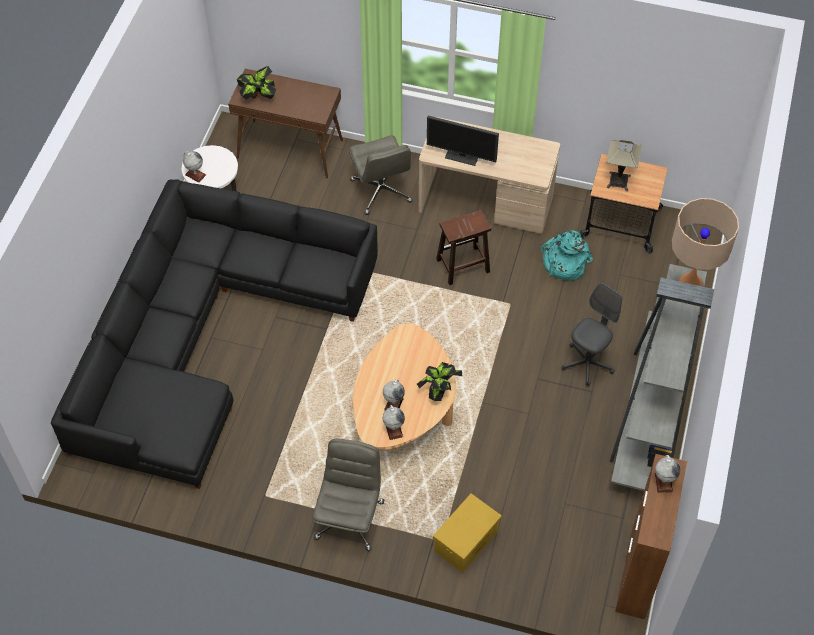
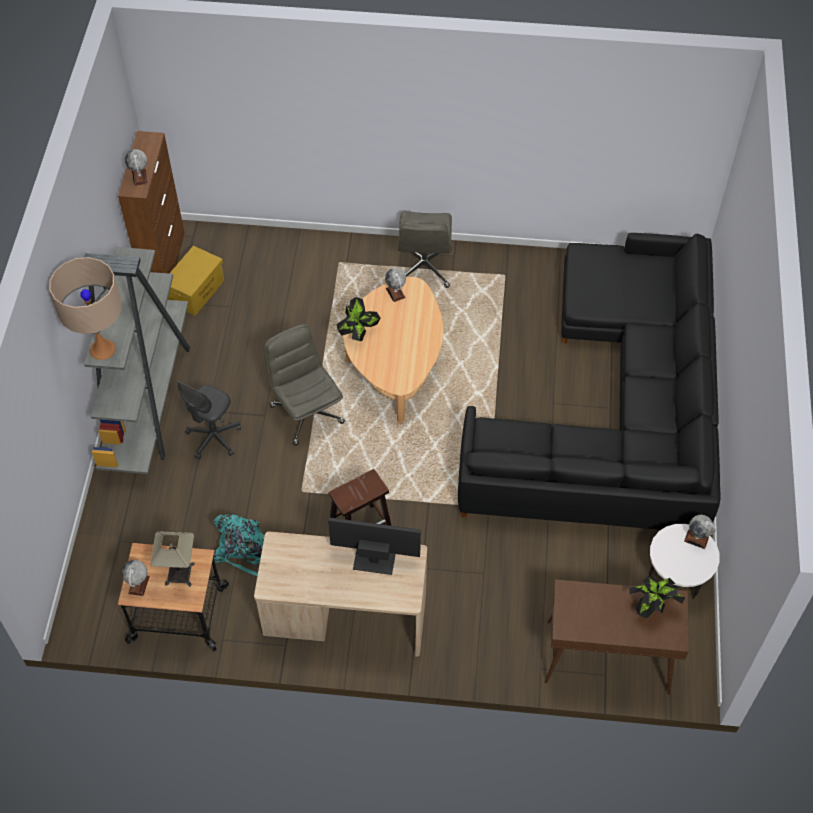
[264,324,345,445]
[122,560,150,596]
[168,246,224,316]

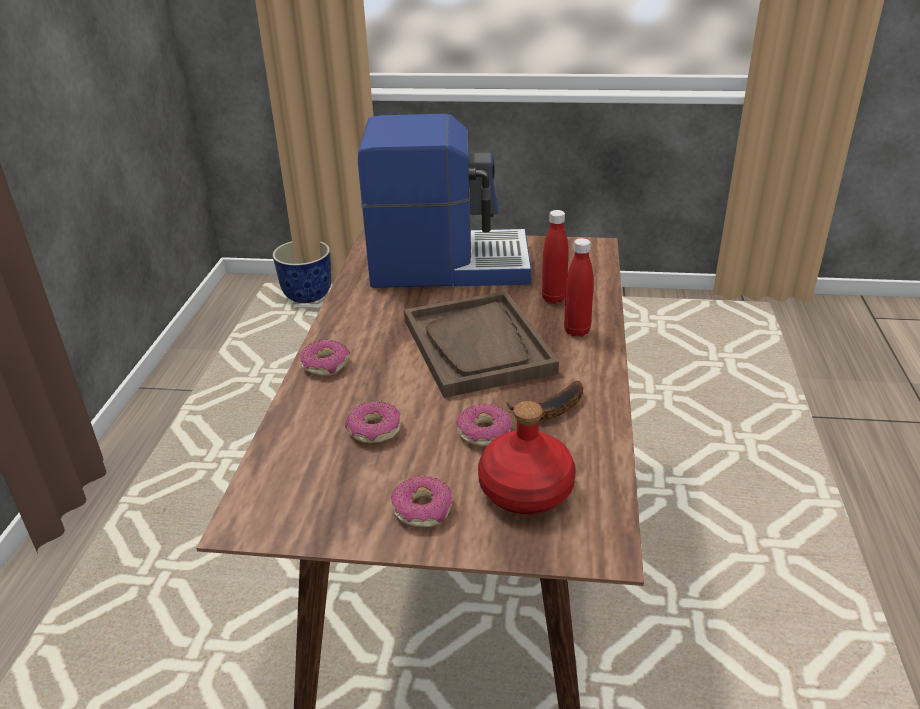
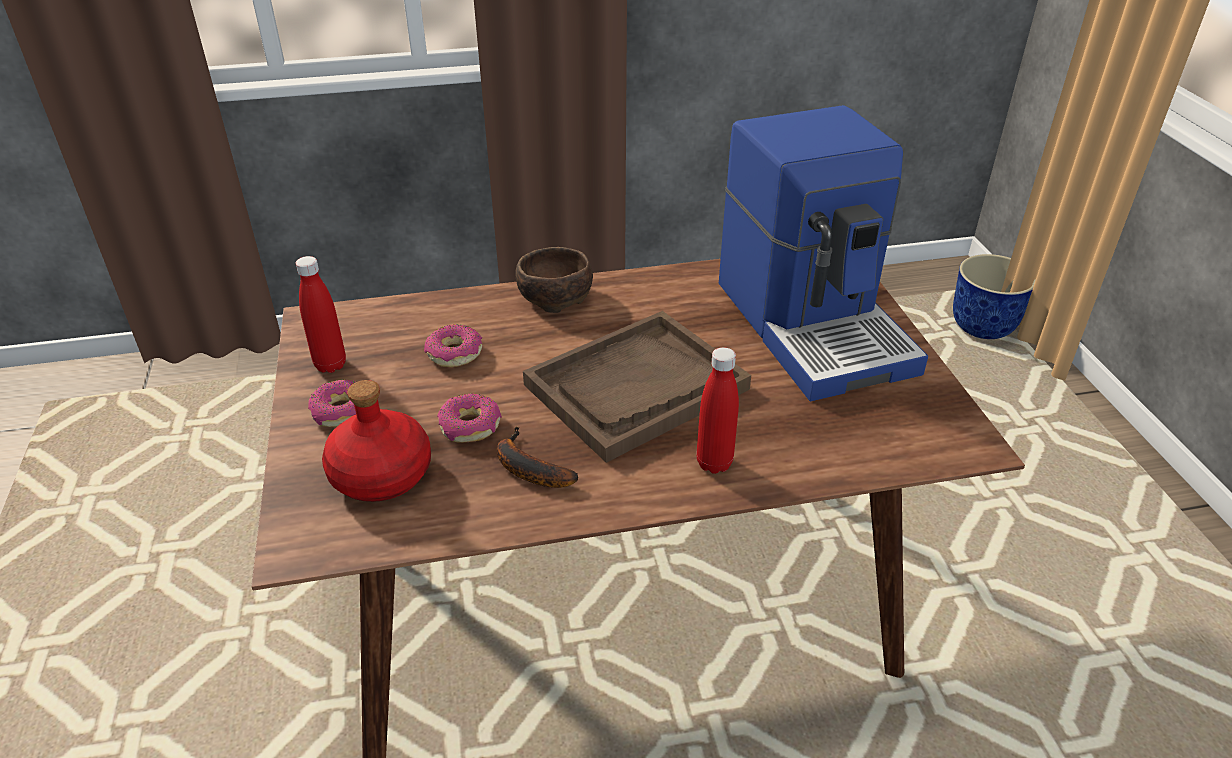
[296,256,346,373]
[516,247,593,313]

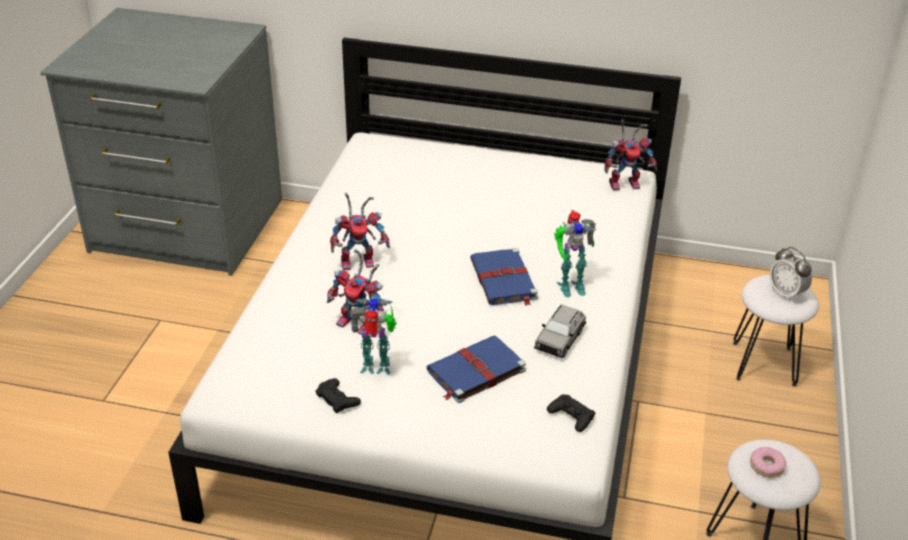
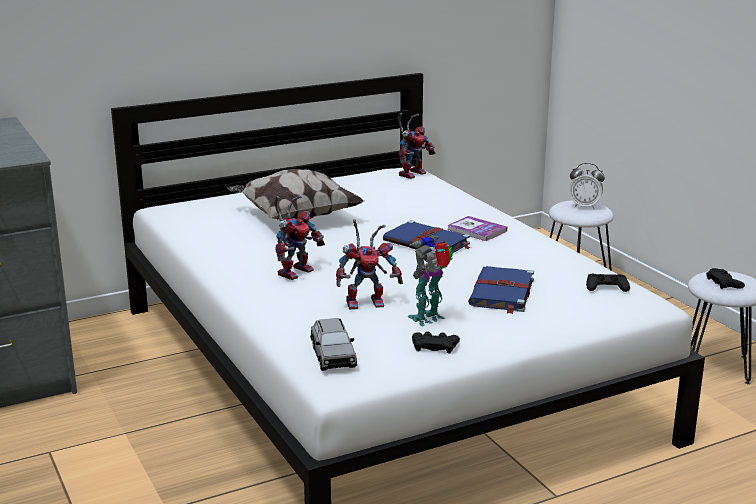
[447,216,507,241]
[310,318,357,371]
[706,268,745,289]
[227,169,364,220]

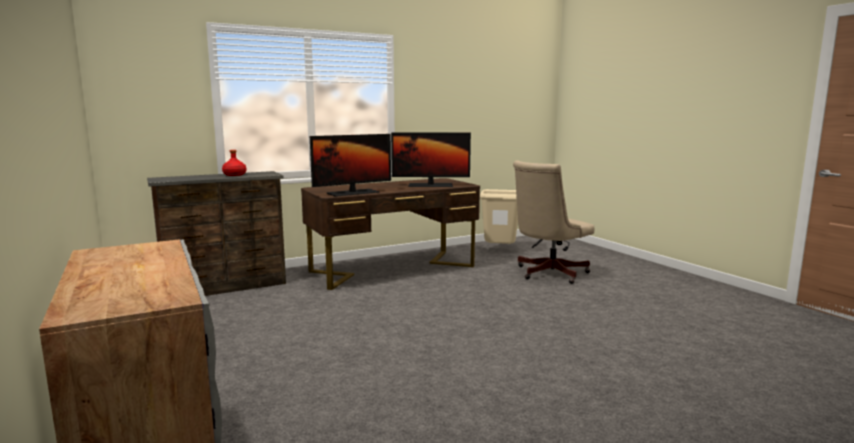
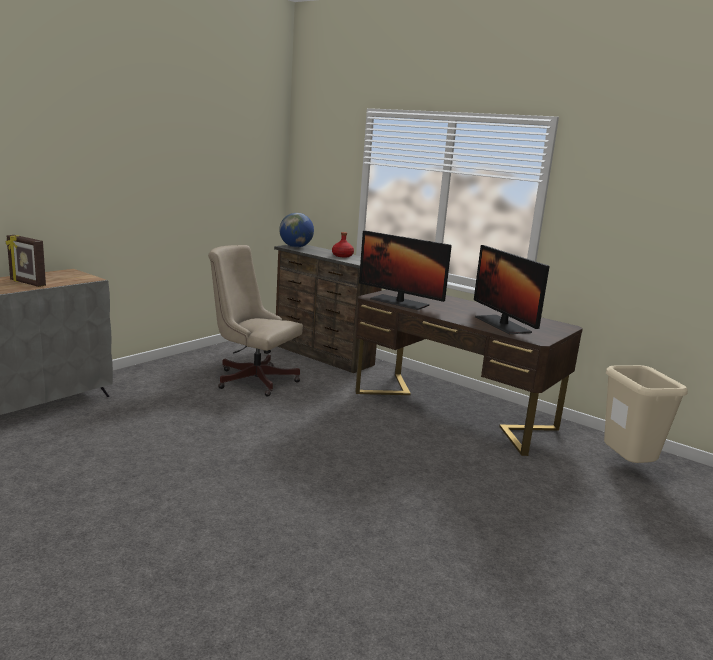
[208,245,303,396]
[279,213,314,247]
[5,235,46,287]

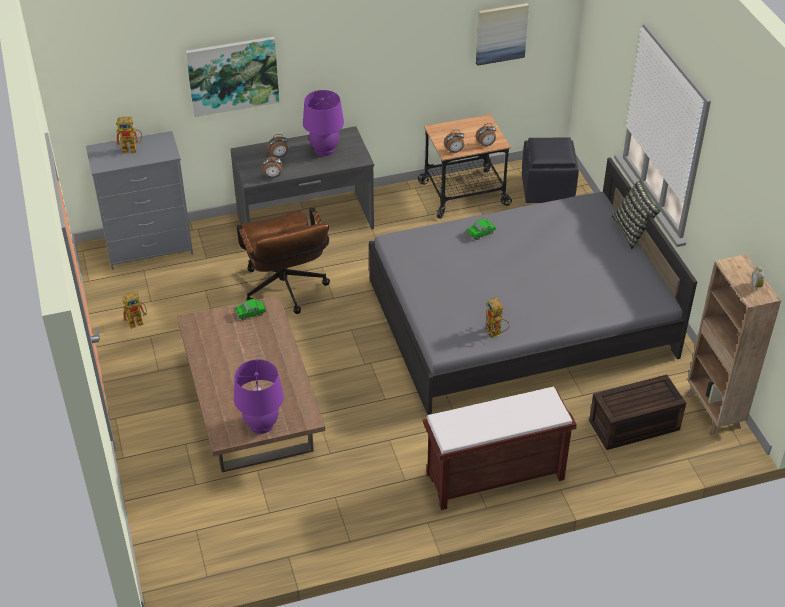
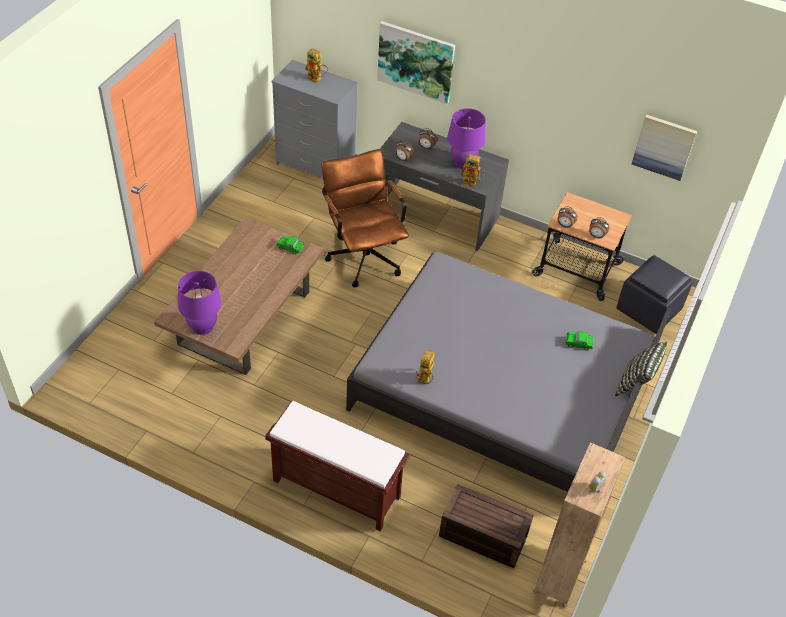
[321,149,409,288]
[565,331,594,350]
[460,154,485,187]

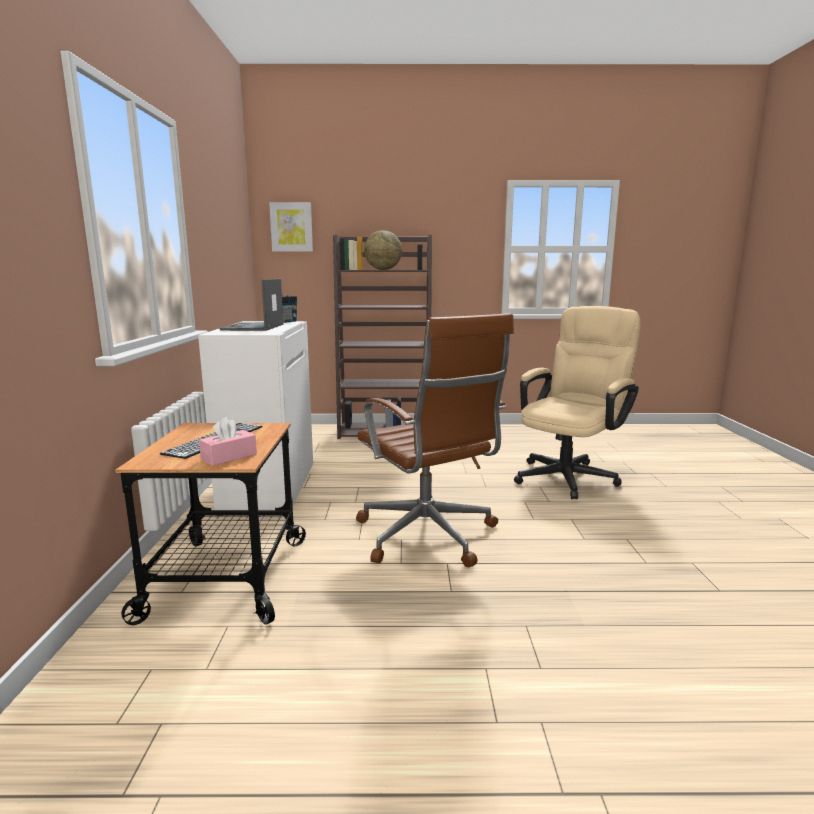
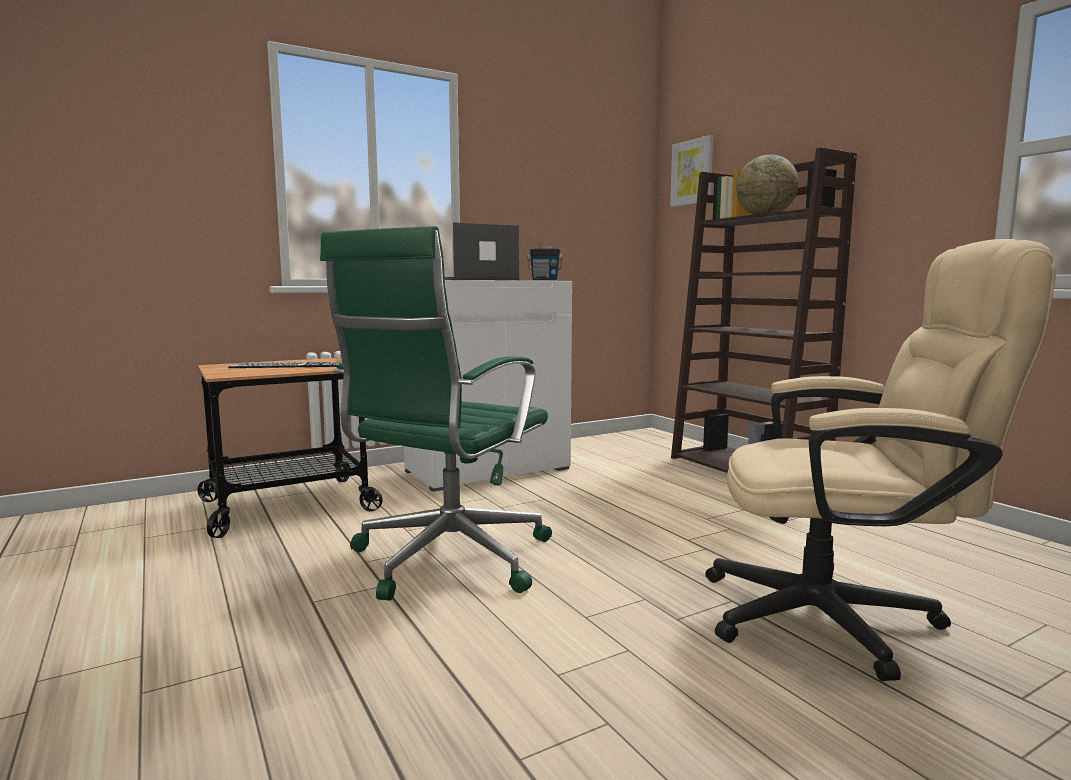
[320,226,552,601]
[199,417,257,466] (first image)

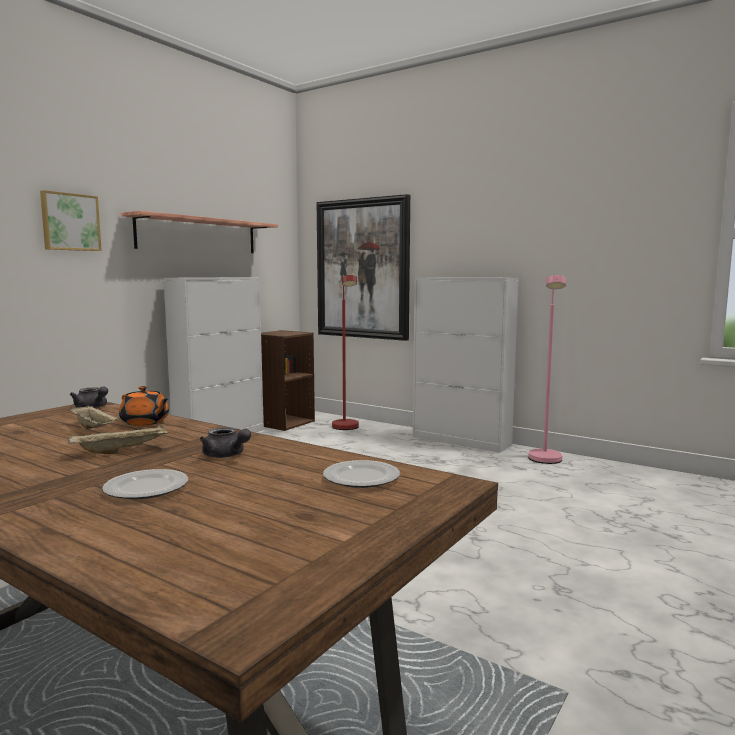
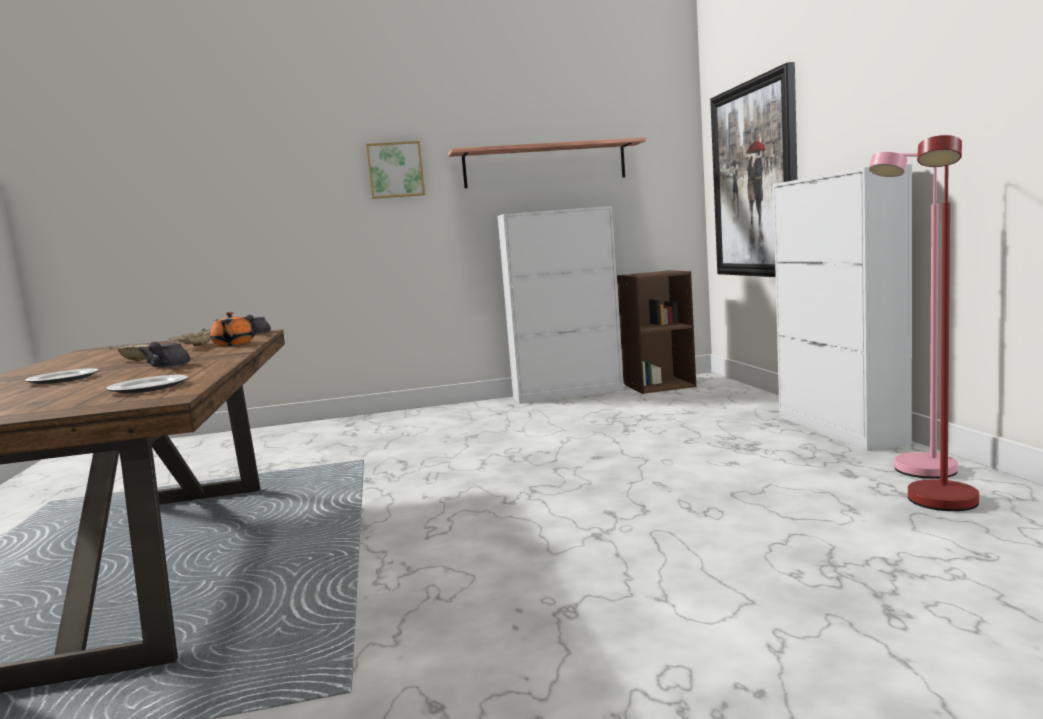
[908,135,979,511]

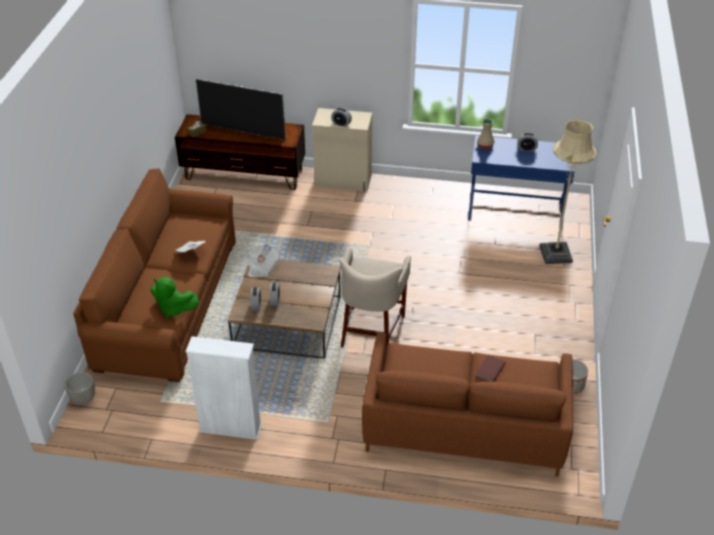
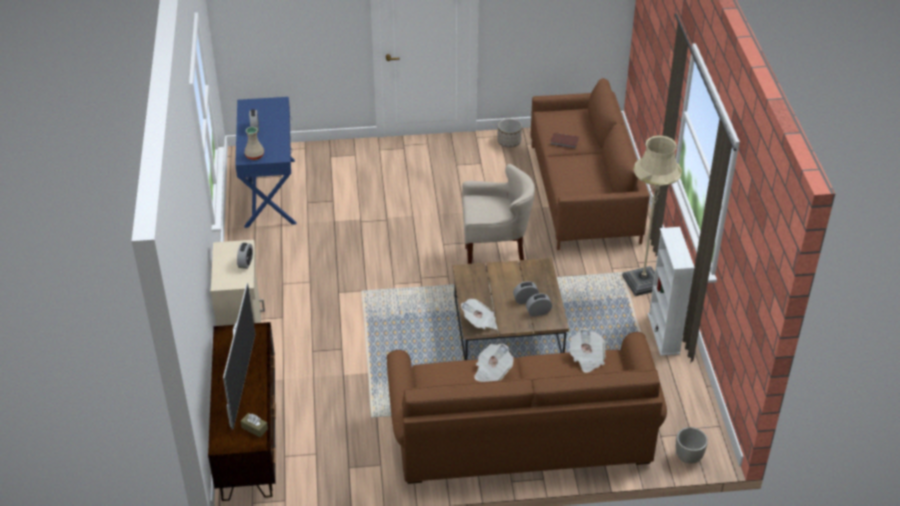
[622,135,682,296]
[569,328,605,373]

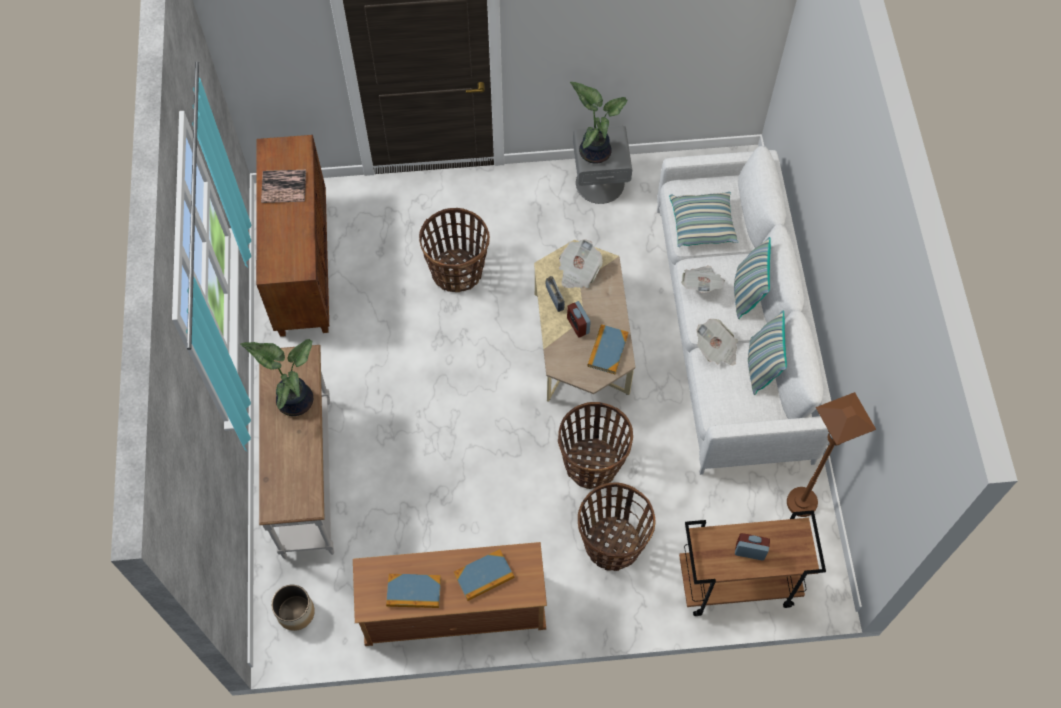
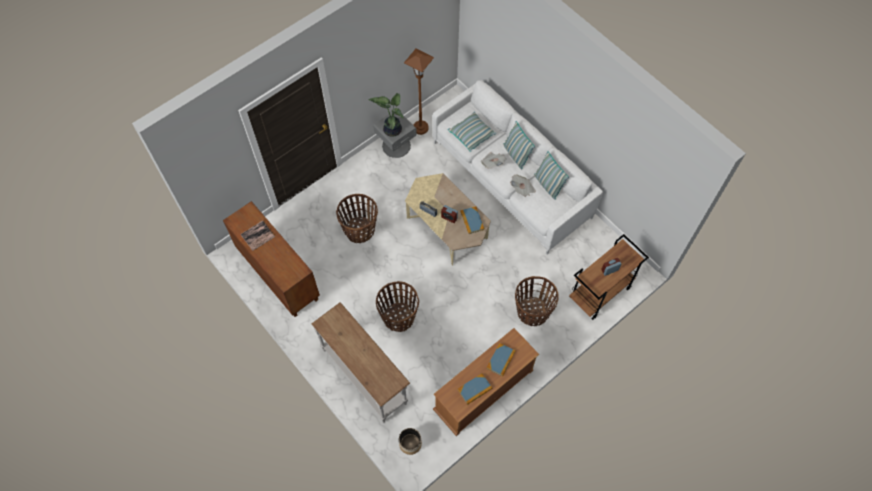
[559,239,603,288] (first image)
[240,339,313,416] (first image)
[404,49,434,135]
[376,281,419,332]

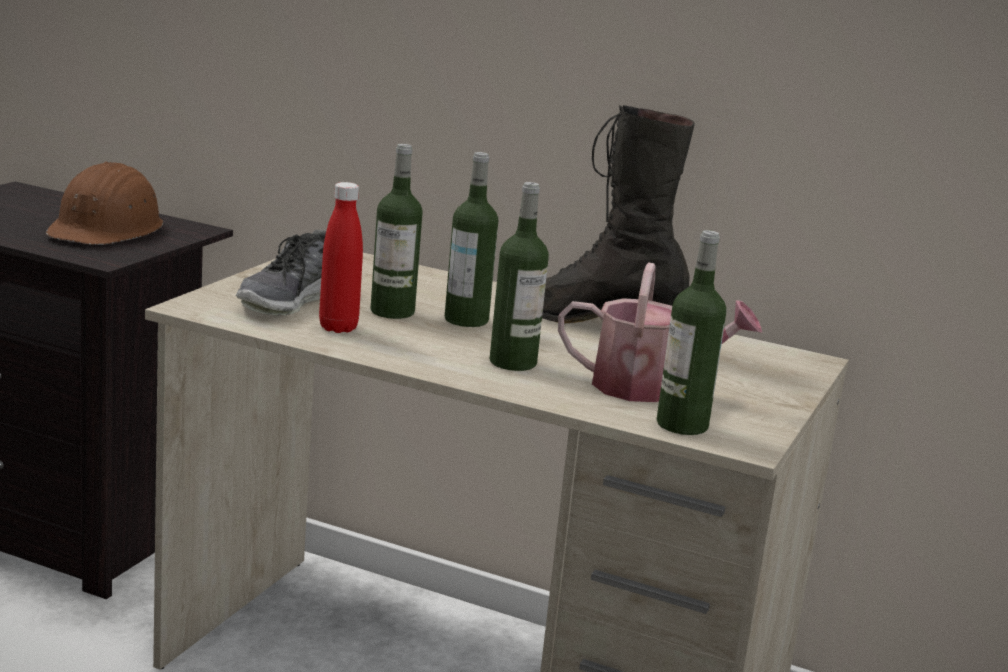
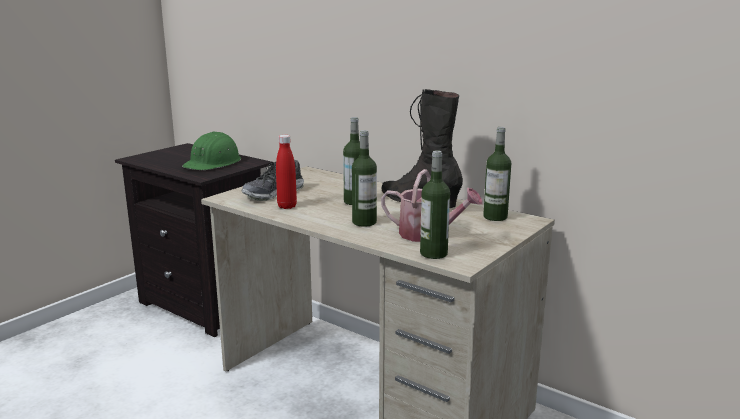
[483,127,511,221]
[182,132,241,170]

